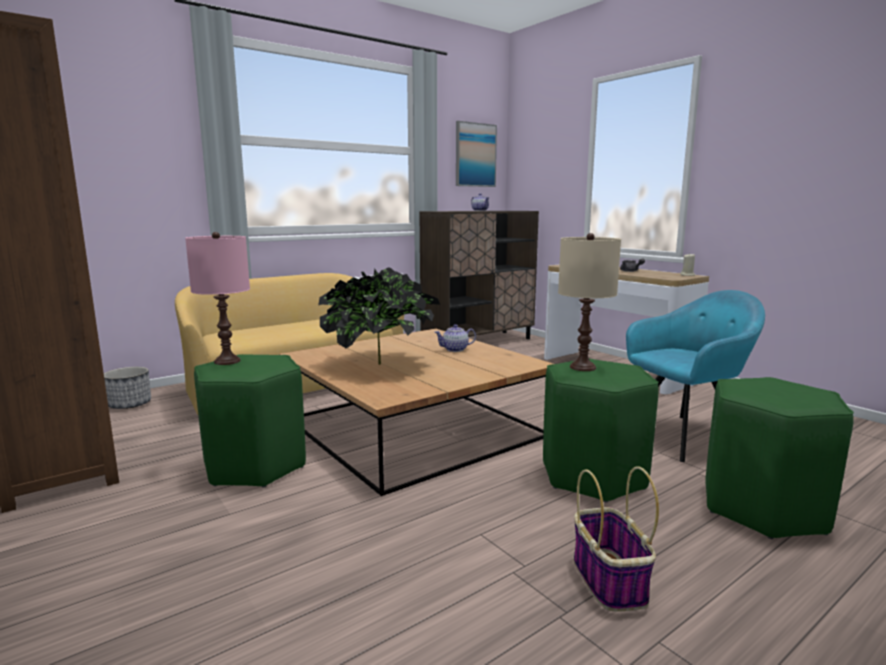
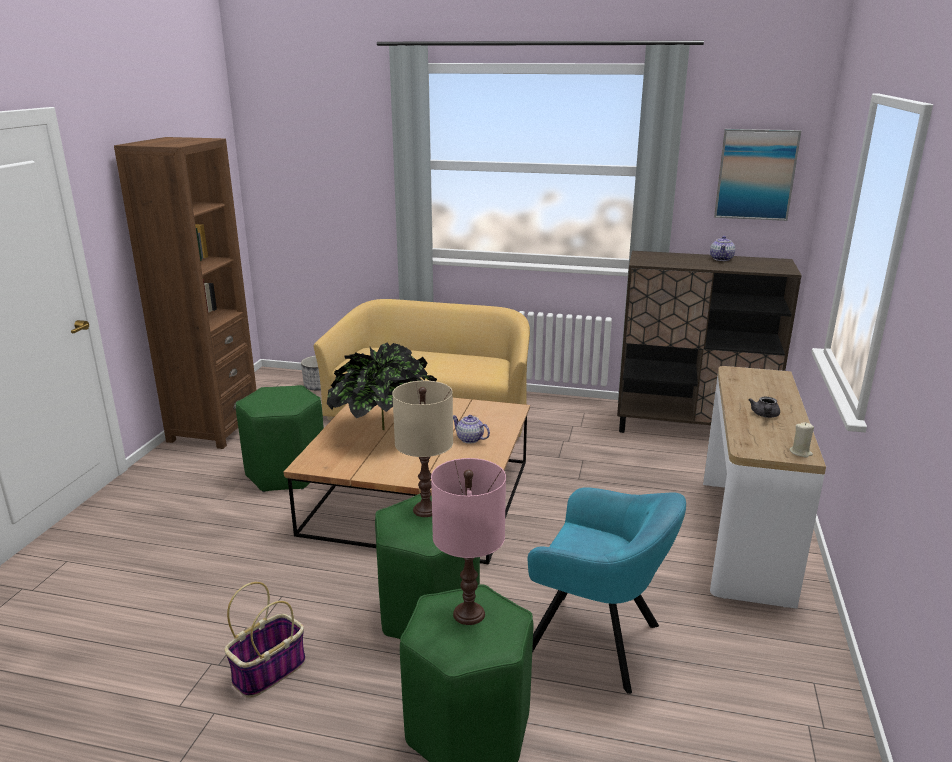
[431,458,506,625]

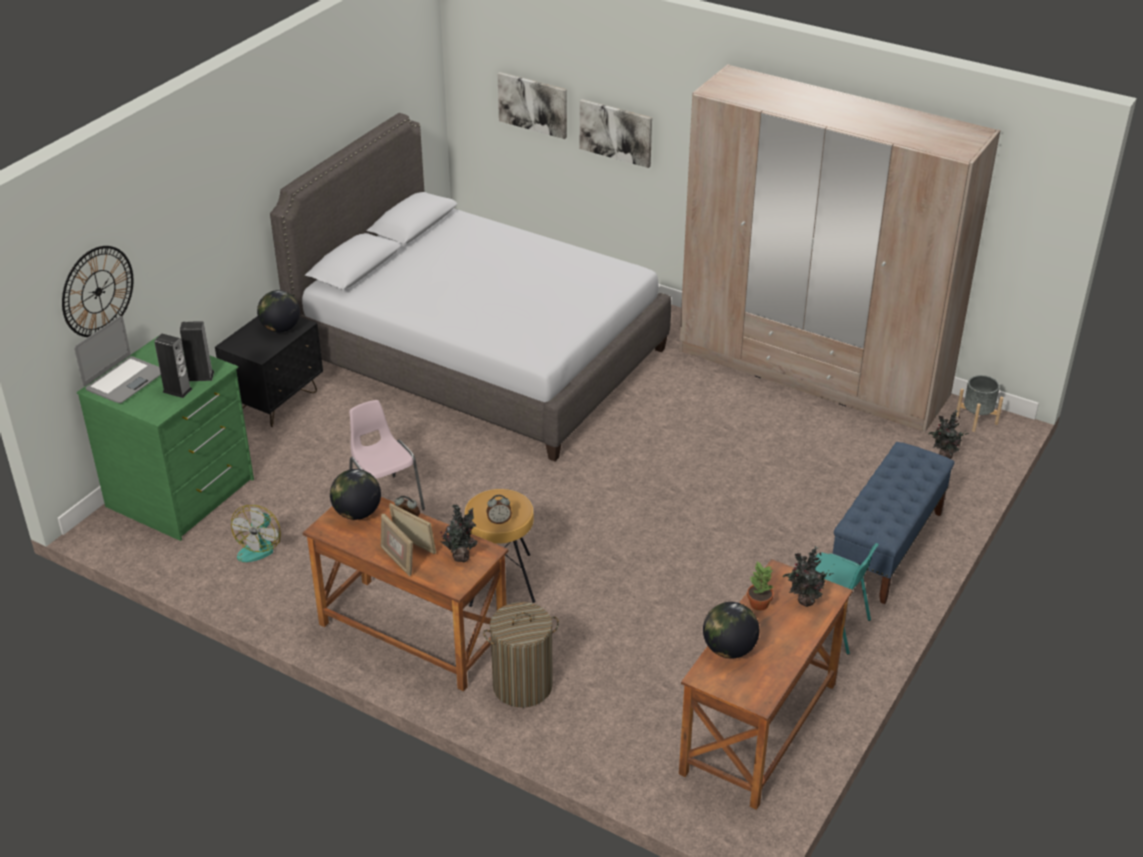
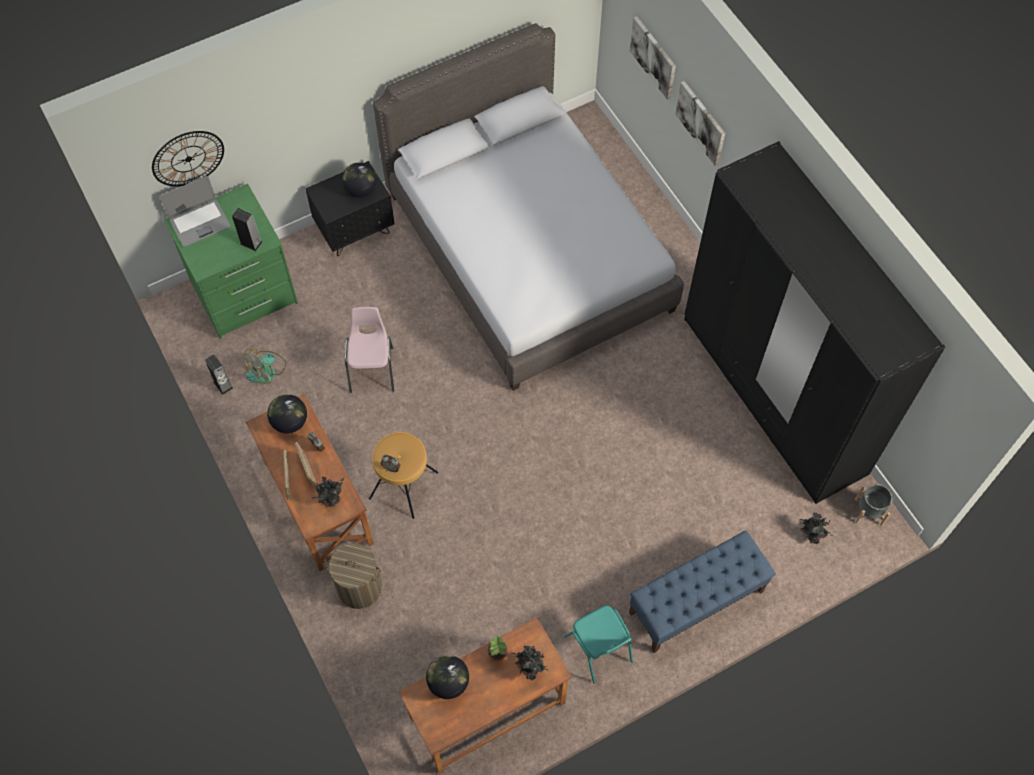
[684,141,945,504]
[205,355,233,395]

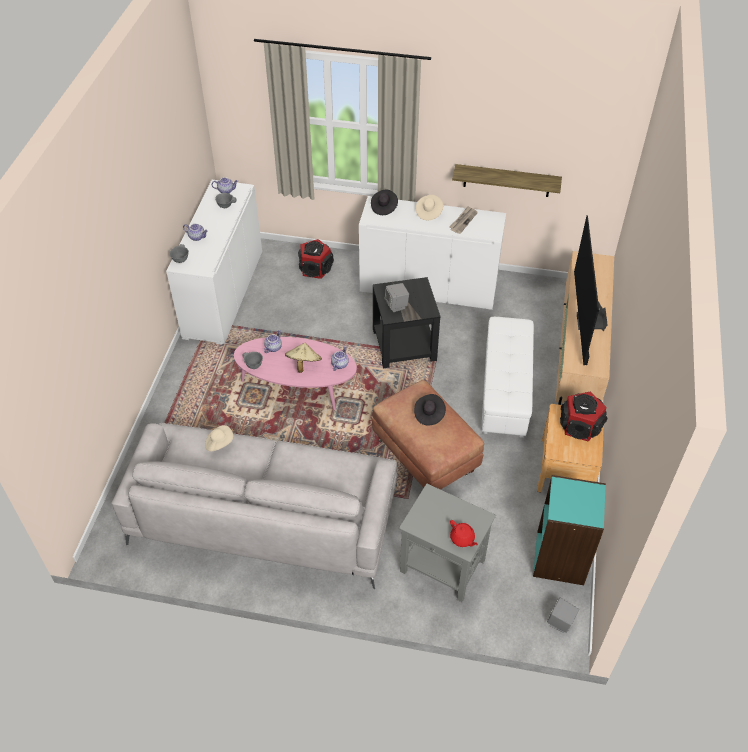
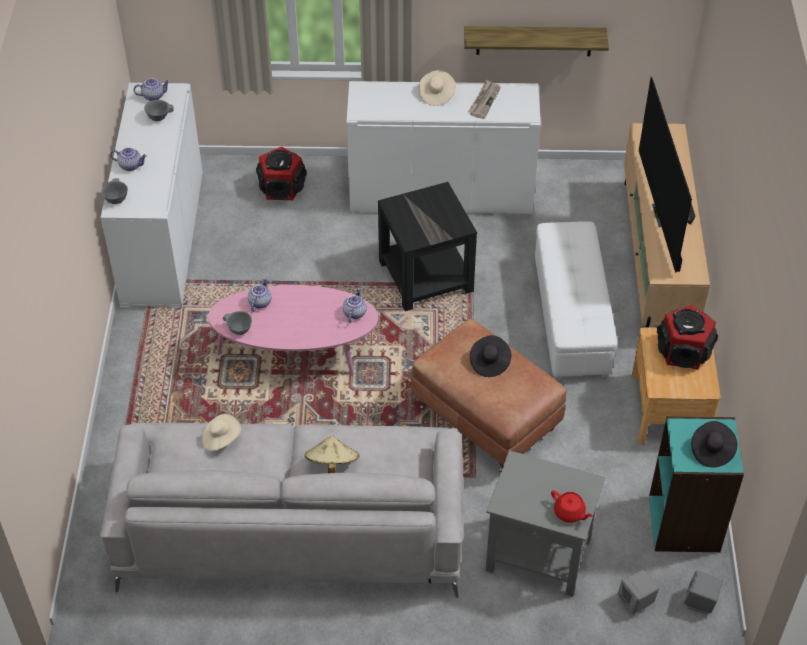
[691,421,737,467]
[617,570,659,615]
[305,435,359,473]

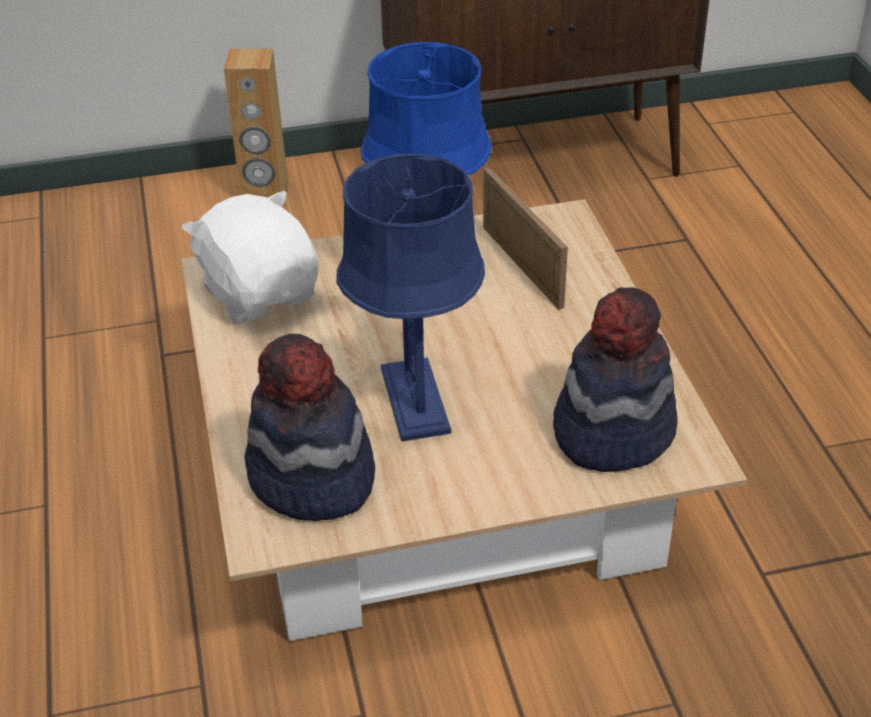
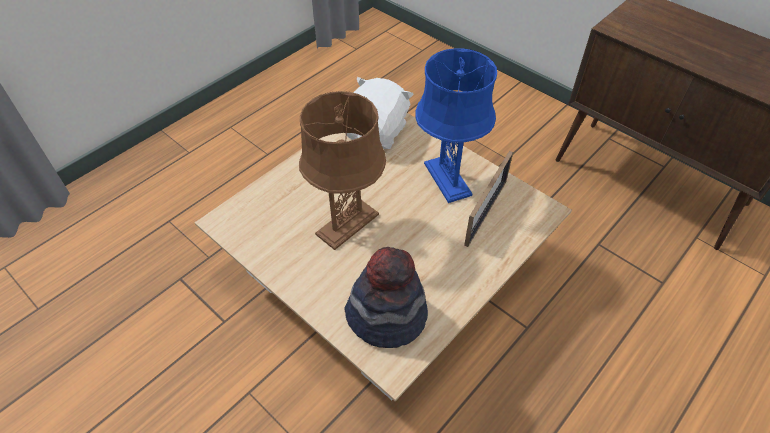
[224,49,289,206] (first image)
[299,91,386,250]
[244,334,375,521] (first image)

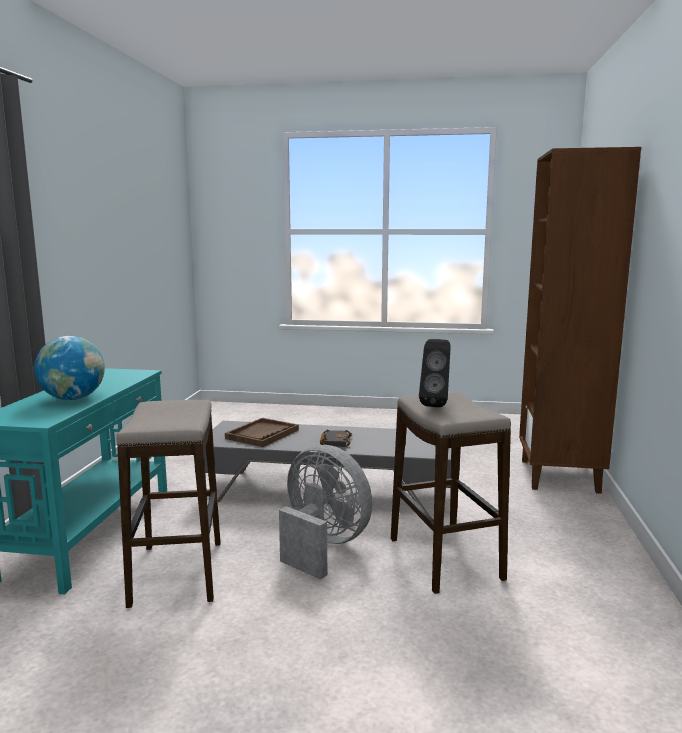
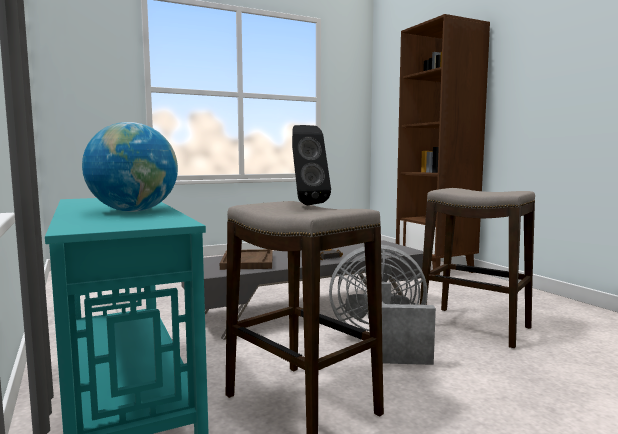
[292,125,331,205]

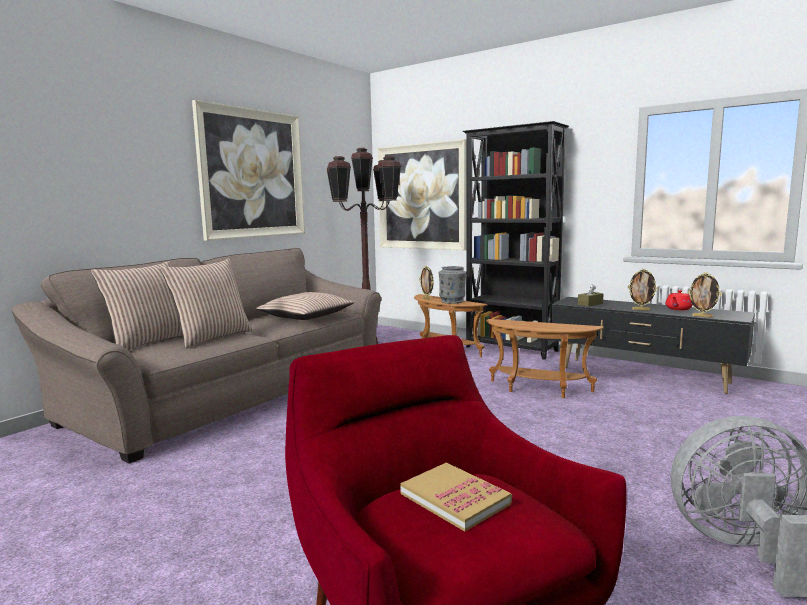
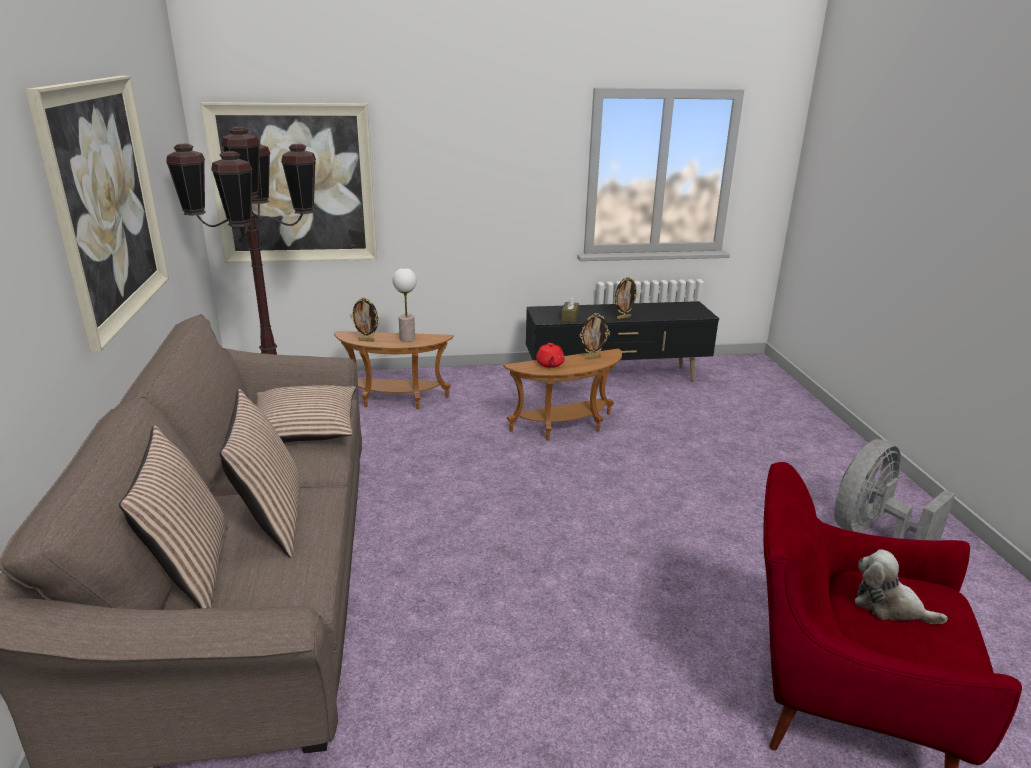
[462,121,569,360] (first image)
[393,268,417,342]
[580,313,610,359]
[536,343,565,368]
[855,549,948,624]

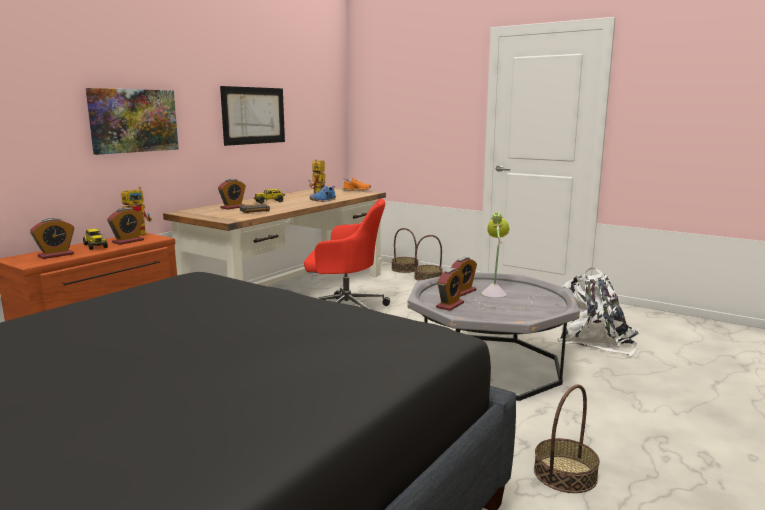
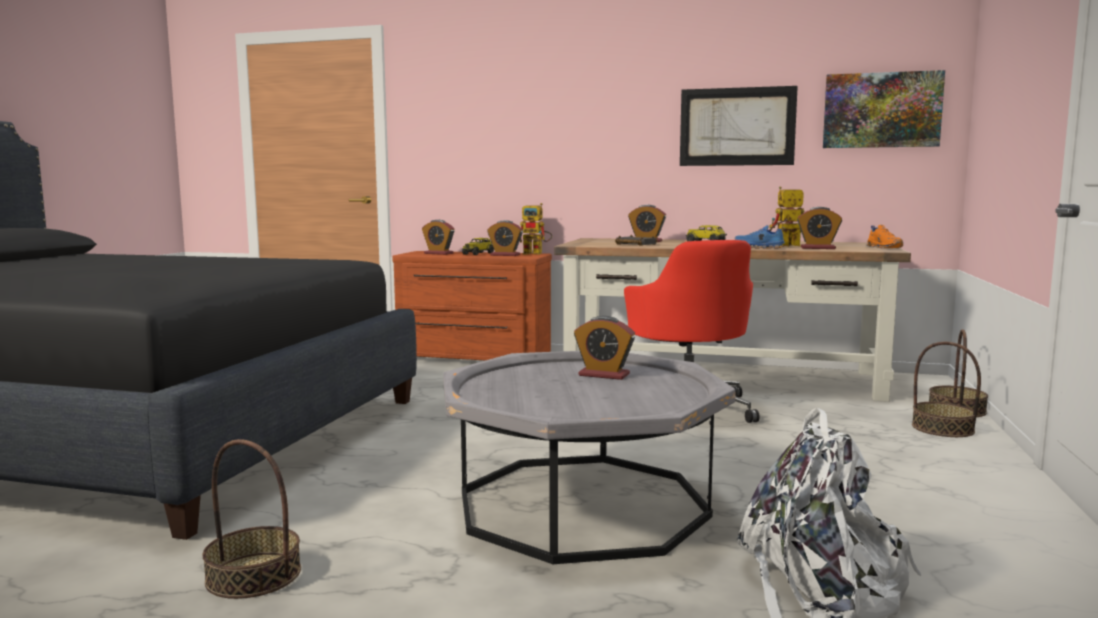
[823,70,945,148]
[475,211,547,310] (first image)
[797,207,842,249]

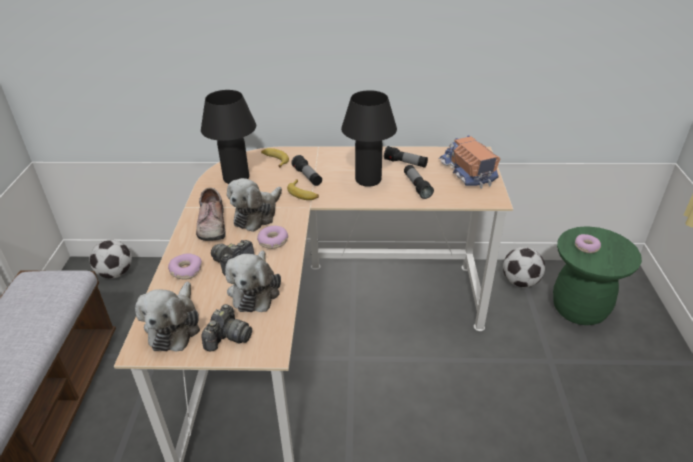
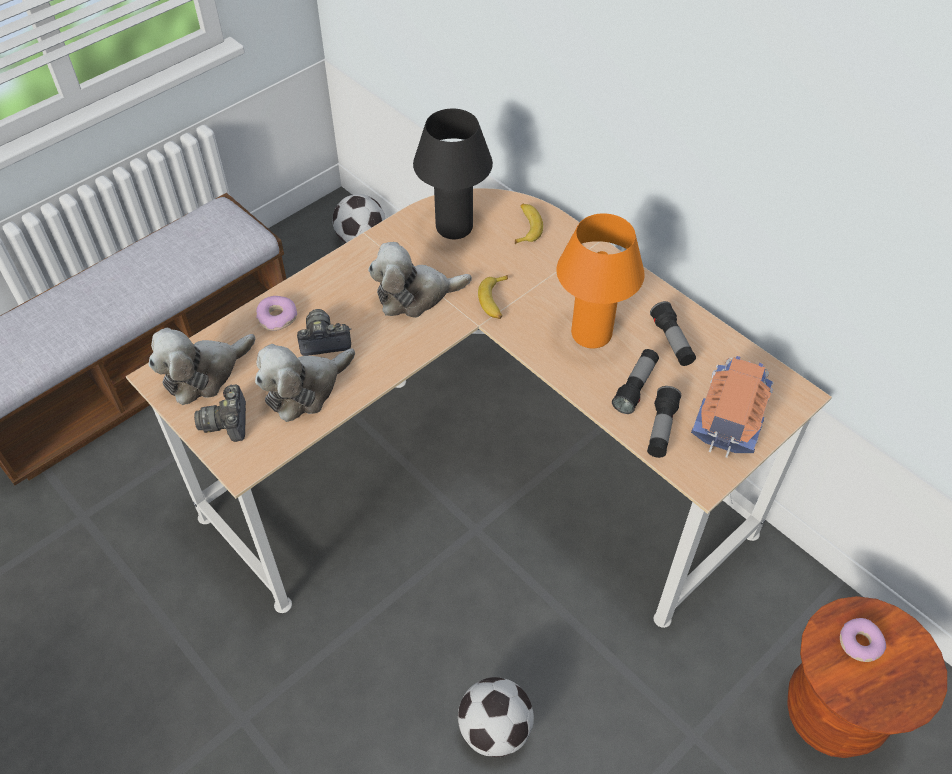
[557,213,645,349]
[647,386,681,458]
[196,188,226,241] (first image)
[257,225,288,249] (first image)
[787,596,947,758]
[458,677,534,757]
[194,384,246,442]

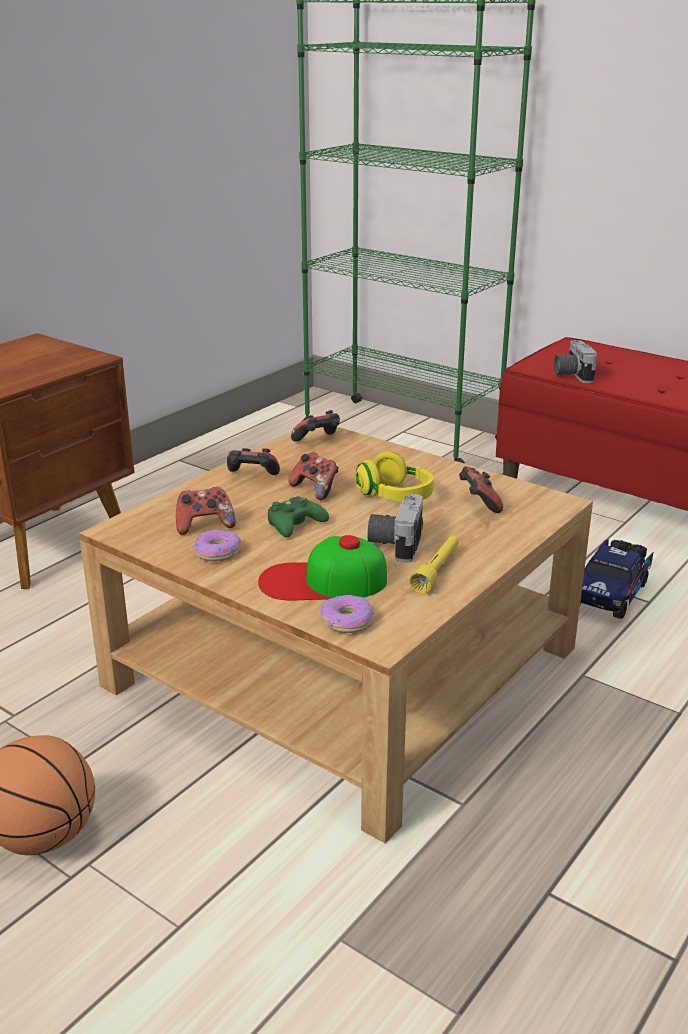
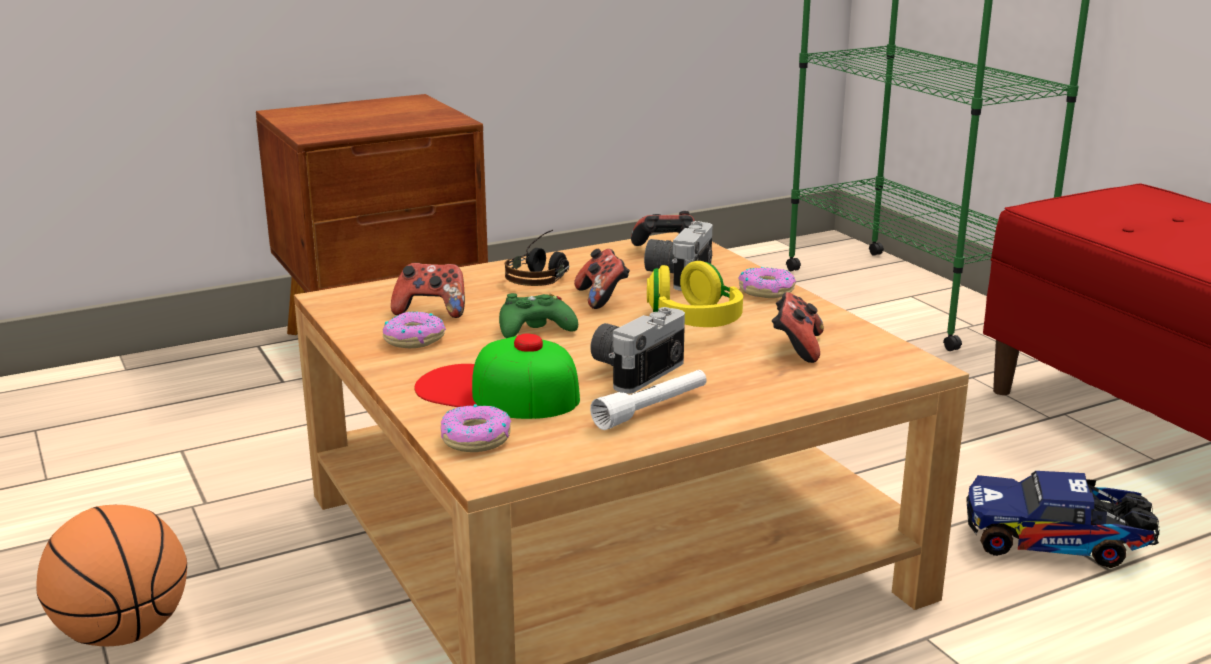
[644,221,712,291]
[505,230,570,286]
[590,370,707,430]
[967,471,1160,568]
[738,267,796,298]

